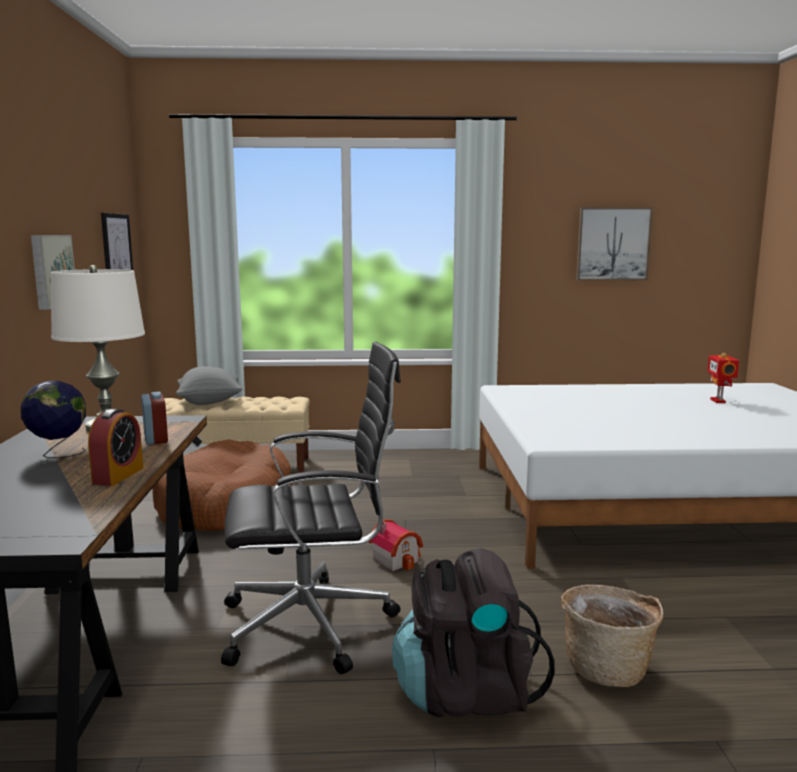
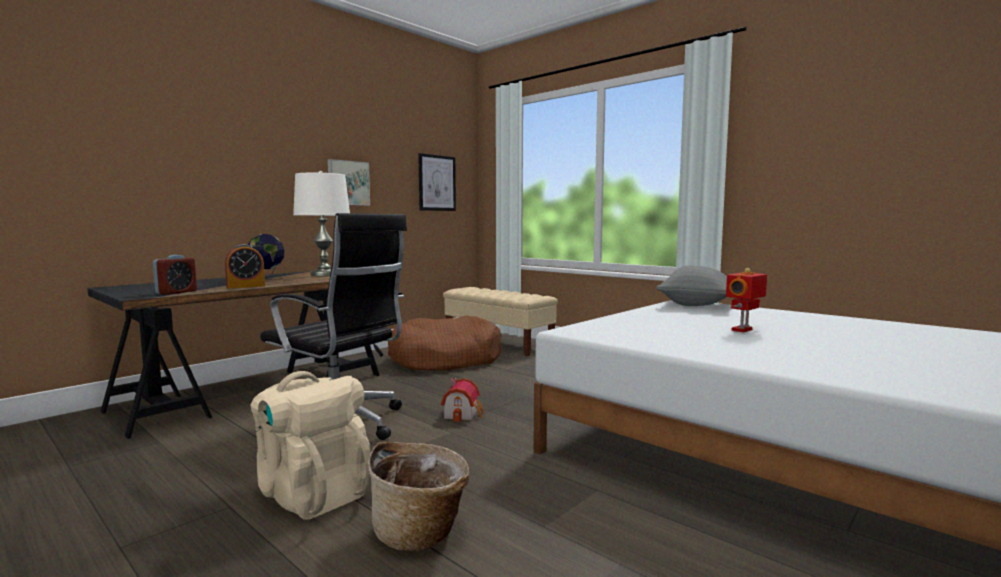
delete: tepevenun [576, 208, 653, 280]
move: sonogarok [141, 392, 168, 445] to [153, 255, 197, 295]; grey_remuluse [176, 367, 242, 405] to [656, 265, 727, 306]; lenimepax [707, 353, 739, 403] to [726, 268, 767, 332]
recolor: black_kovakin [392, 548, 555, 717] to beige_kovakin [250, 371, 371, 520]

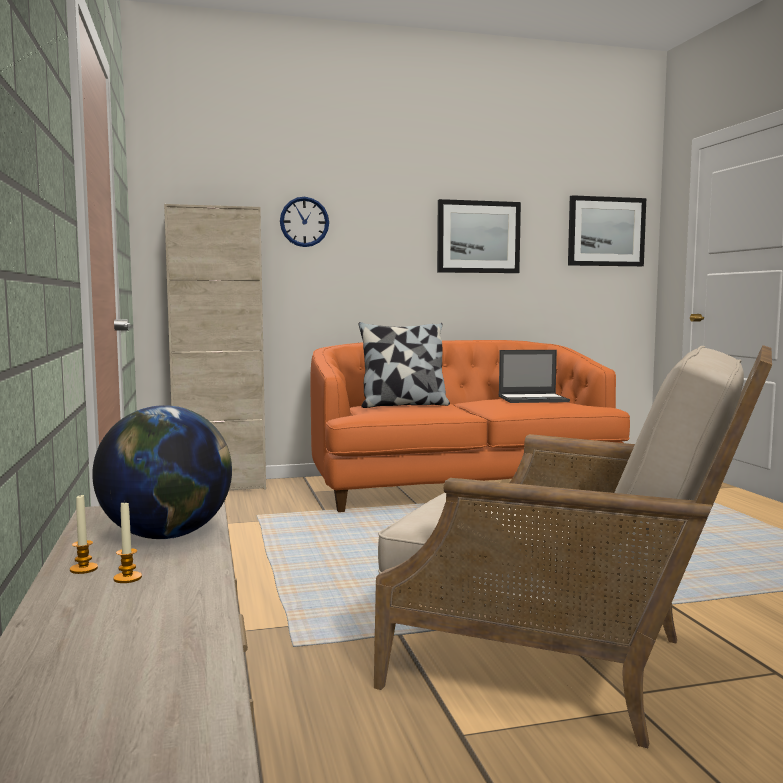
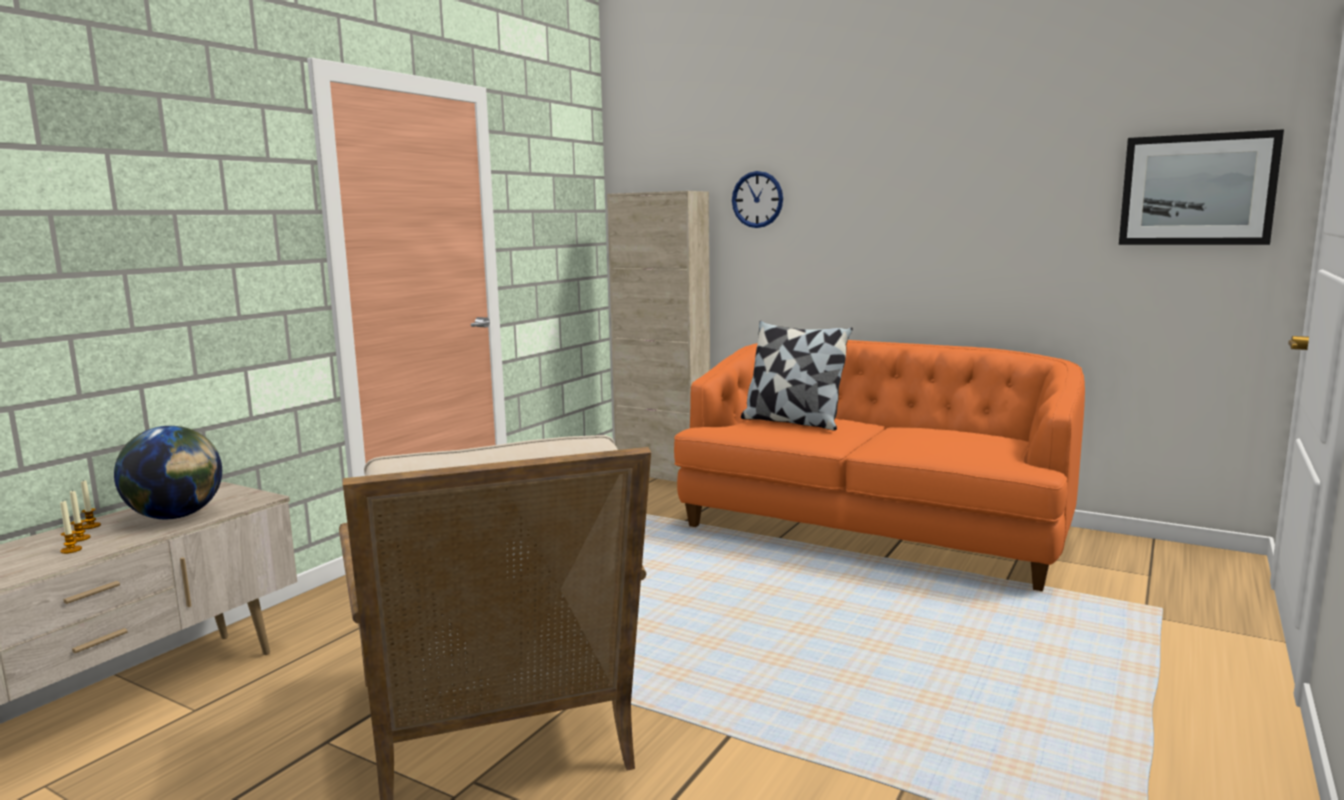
delete: tepevenun [437, 199, 521, 273]; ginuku [499, 350, 570, 403]
insert: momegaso [60, 501, 82, 554]

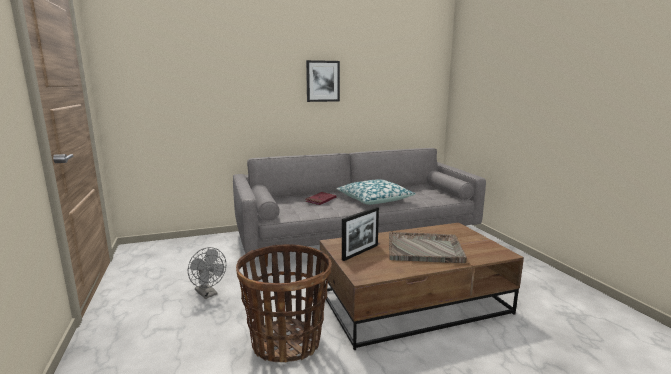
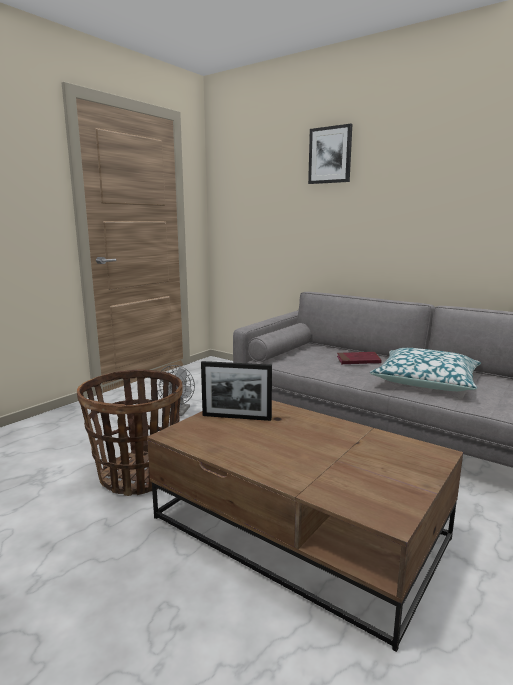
delete: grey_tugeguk [389, 232, 467, 263]
move: tepevenun [306, 60, 340, 102] to [308, 124, 352, 184]

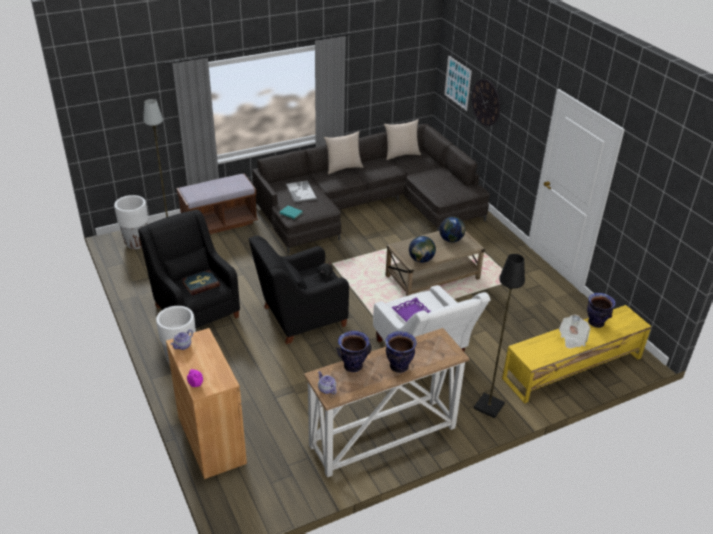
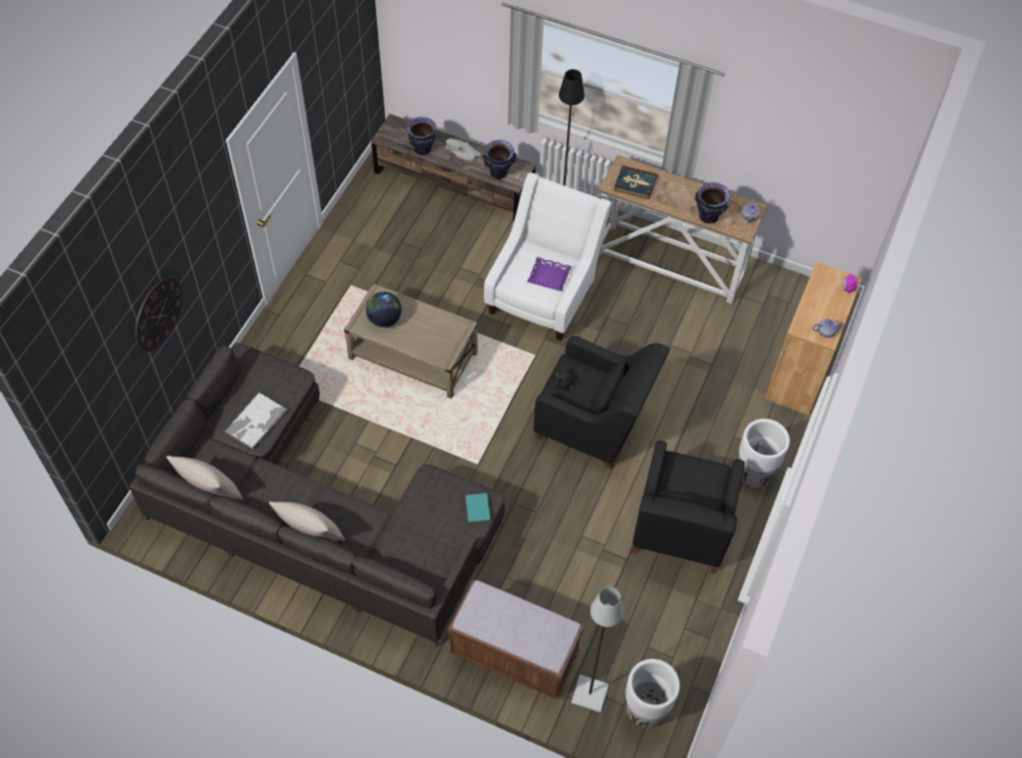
delete: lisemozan [409, 236, 436, 263]; tepevenun [444, 56, 472, 111]
move: tugeguk [286, 180, 317, 203] to [224, 392, 288, 449]; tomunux [385, 331, 417, 373] to [483, 140, 516, 179]; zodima [182, 270, 220, 295] to [614, 165, 658, 199]
recolor: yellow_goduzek [502, 305, 652, 404] to brown_goduzek [371, 114, 536, 223]

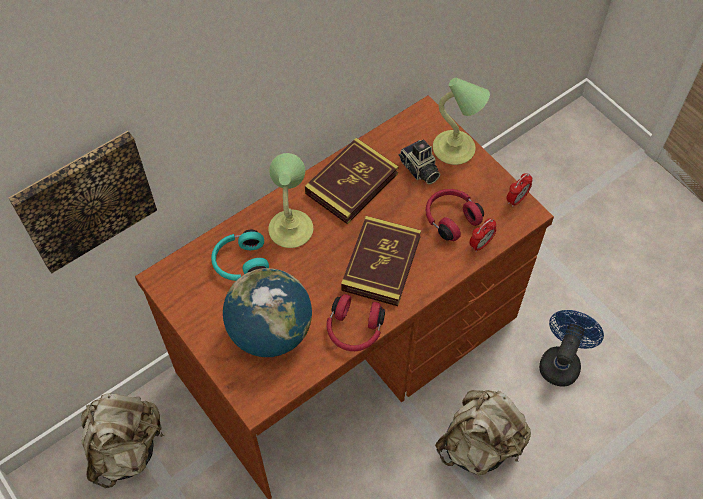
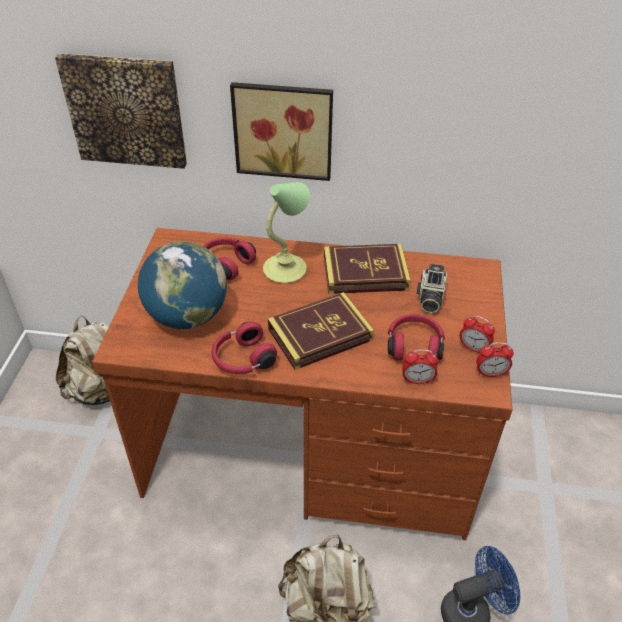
delete: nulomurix [433, 78, 490, 165]
insert: tepevenun [230, 82, 333, 181]; sonogarok [460, 316, 495, 352]
recolor: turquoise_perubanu [211, 230, 269, 281] to red_perubanu [203, 238, 256, 280]

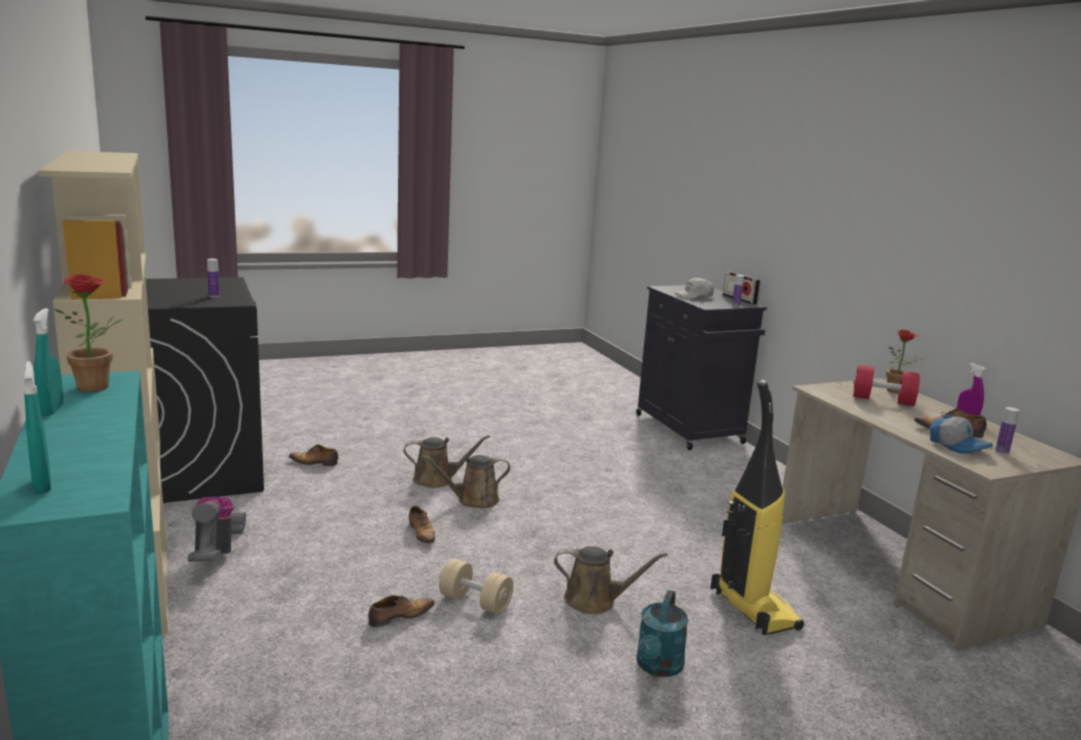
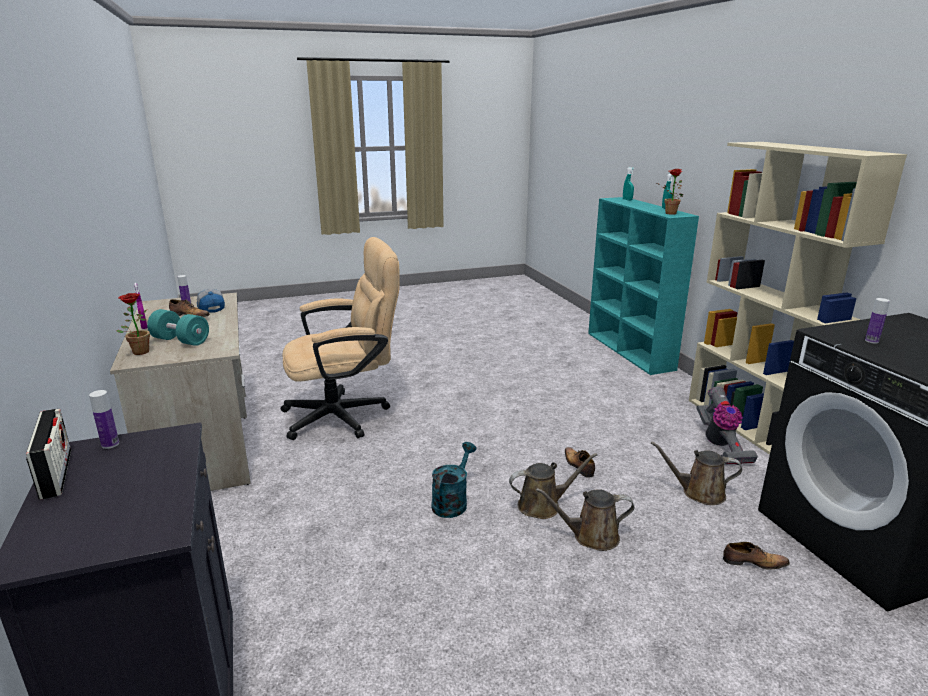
delete: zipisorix [368, 595, 435, 627]; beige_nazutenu [439, 559, 513, 615]; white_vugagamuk [675, 277, 714, 299]
move: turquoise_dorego [636, 590, 689, 677] to [431, 442, 476, 518]; brown_dorego [554, 546, 668, 615] to [651, 441, 742, 505]
replace: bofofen [710, 380, 804, 635] to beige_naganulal [281, 237, 400, 440]
recolor: red_nazutenu [853, 365, 920, 406] to turquoise_nazutenu [147, 309, 209, 346]

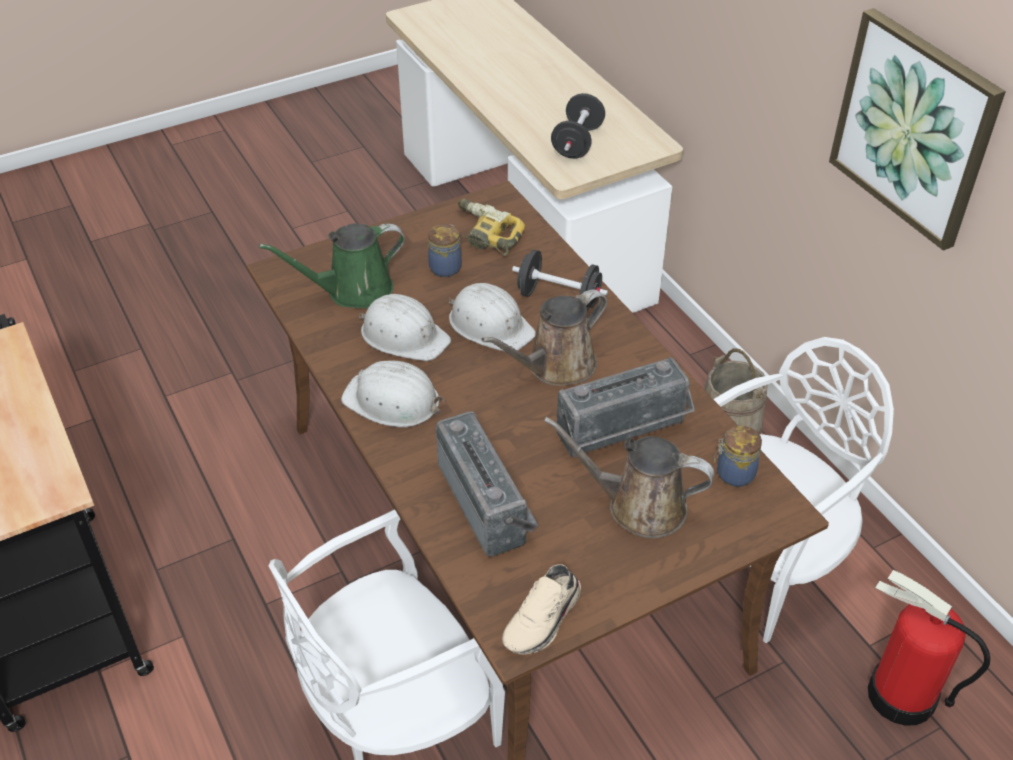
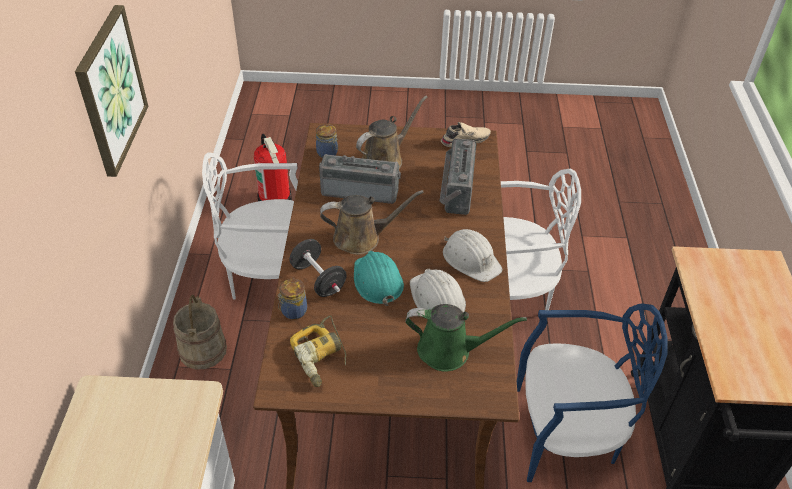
delete: black_nazutenu [551, 93, 605, 159]
insert: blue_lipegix [517, 303, 667, 482]
move: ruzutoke [428, 224, 462, 277] to [278, 279, 307, 319]
recolor: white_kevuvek [449, 283, 536, 352] to turquoise_kevuvek [354, 251, 404, 306]
rotate: brown_dorego [544, 417, 714, 538] = [356, 96, 427, 169] 90 degrees counterclockwise

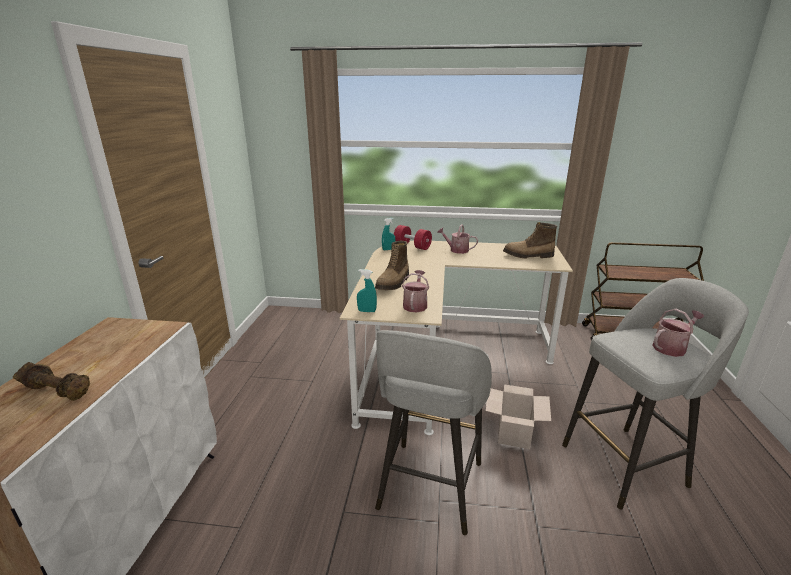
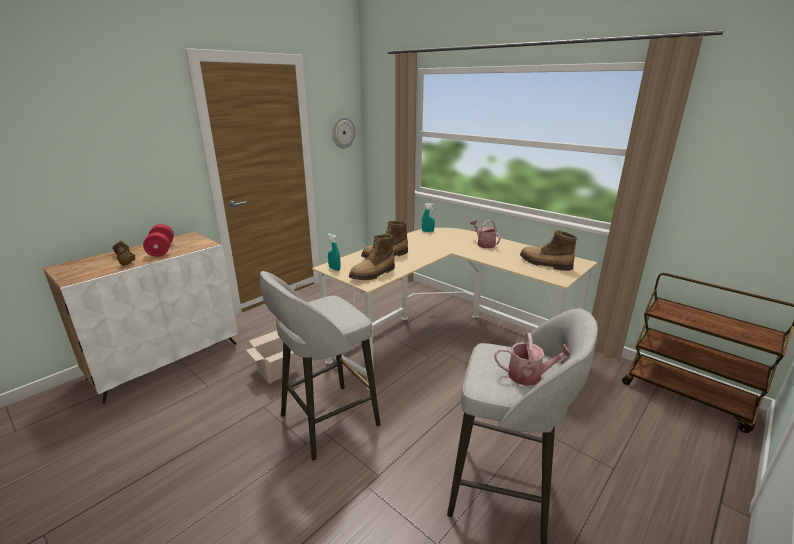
insert: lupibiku [332, 116, 356, 149]
move: red_nazutenu [394, 225, 432, 250] to [143, 224, 174, 257]; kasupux [486, 384, 551, 449] to [246, 331, 297, 383]
replace: dorego [402, 270, 429, 312] to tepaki [349, 234, 395, 280]

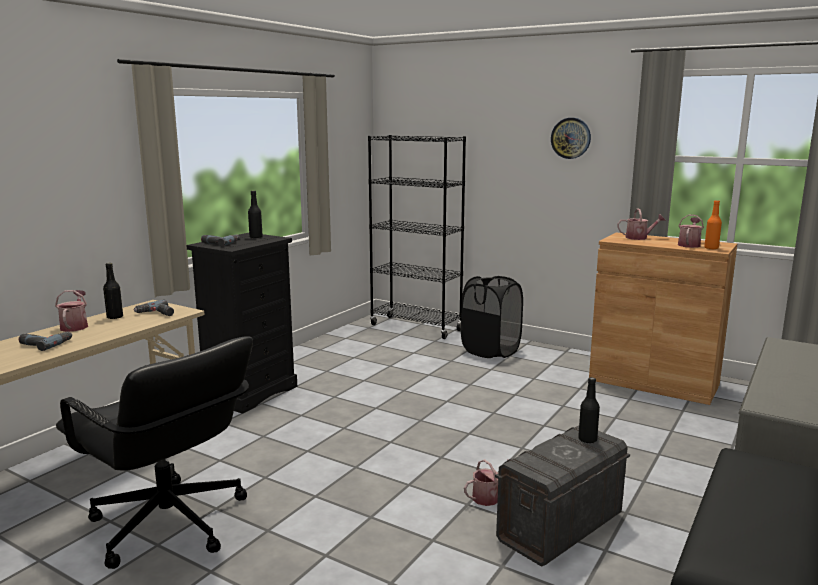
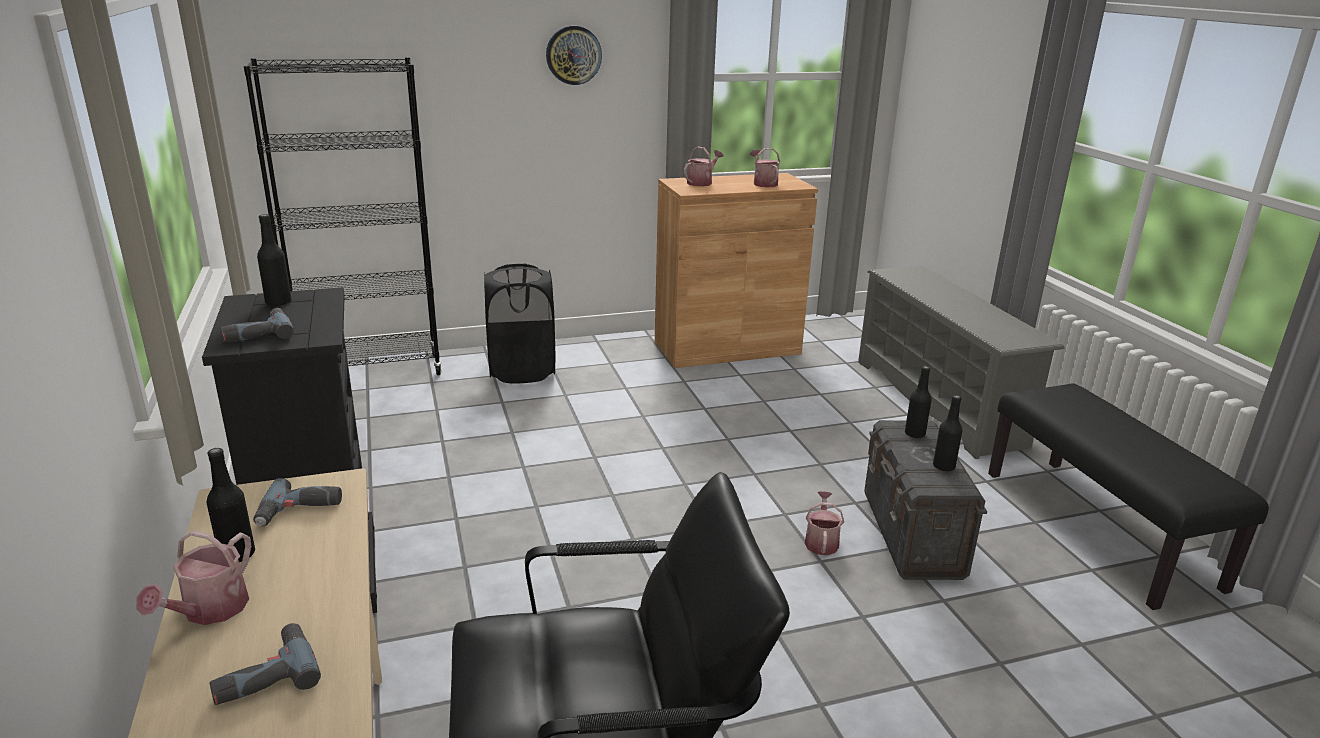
delete: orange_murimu [704, 200, 722, 249]
insert: black_murimu [933, 395, 963, 472]
rotate: dorego [55, 290, 88, 332] = [136, 531, 252, 625] 105 degrees counterclockwise

